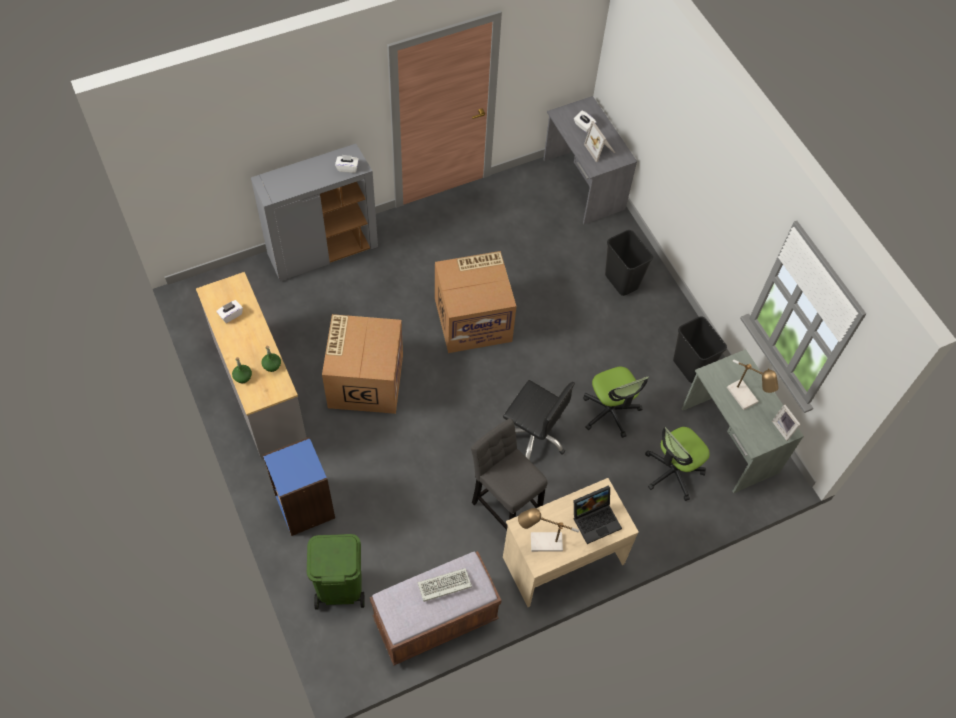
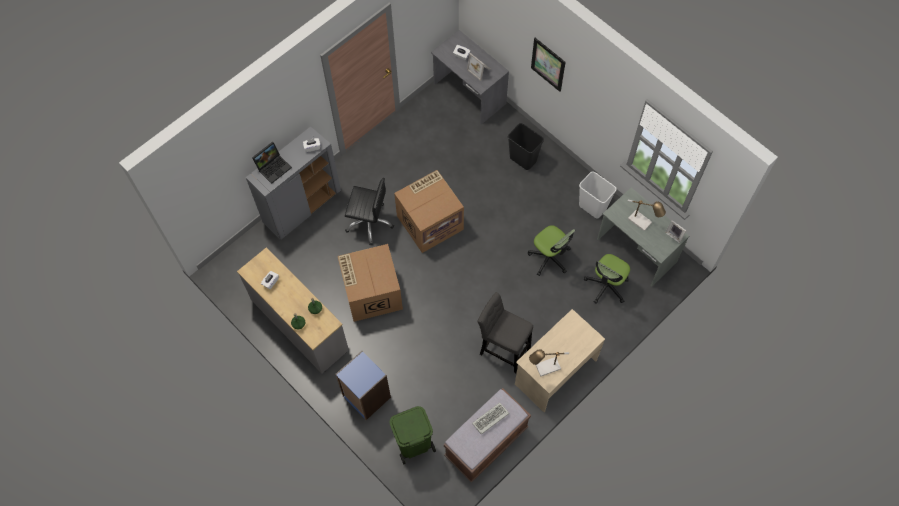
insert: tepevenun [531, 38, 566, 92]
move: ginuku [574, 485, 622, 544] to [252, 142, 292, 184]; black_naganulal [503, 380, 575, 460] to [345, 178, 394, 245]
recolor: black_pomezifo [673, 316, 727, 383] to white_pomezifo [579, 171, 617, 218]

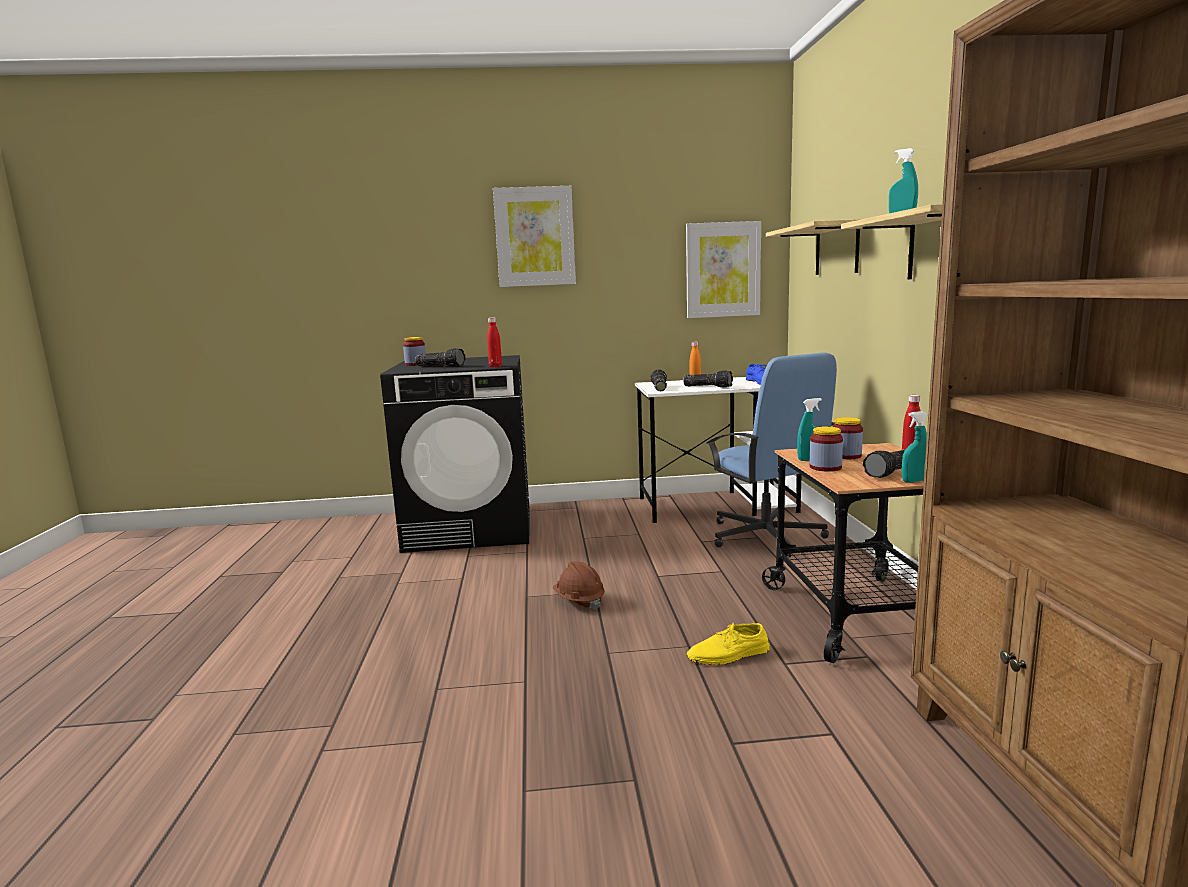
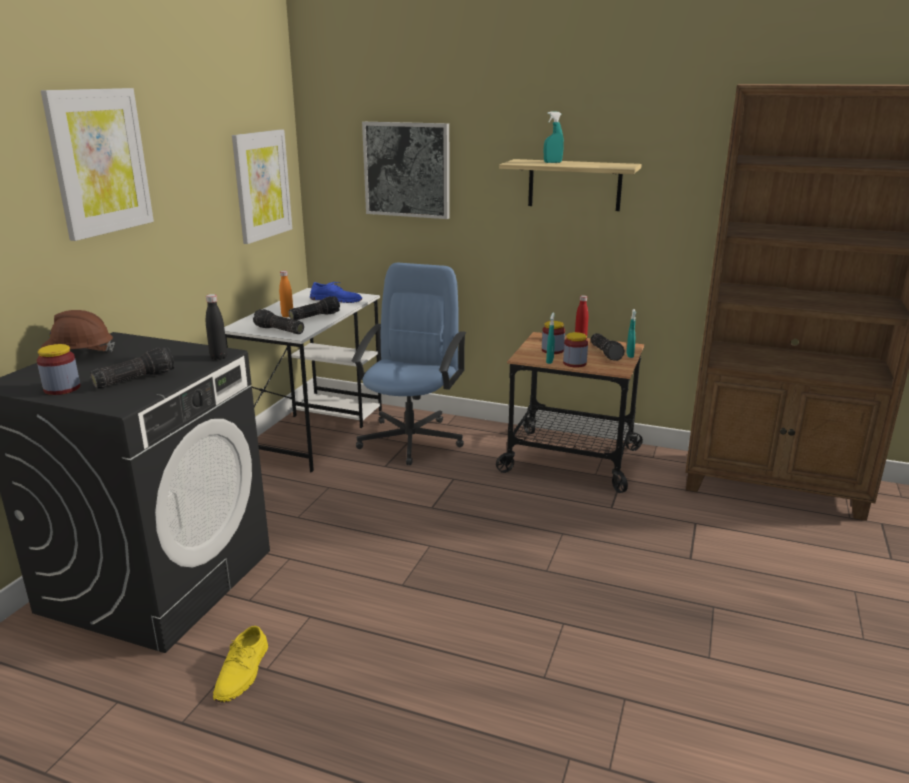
move: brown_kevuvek [553, 561, 605, 610] to [41, 310, 115, 352]; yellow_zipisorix [687, 623, 770, 665] to [213, 626, 268, 702]
replace: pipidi [766, 219, 861, 275] to tepevenun [362, 122, 450, 219]
recolor: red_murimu [487, 317, 502, 367] to black_murimu [206, 294, 227, 360]
rotate: blue_naganulal [706, 353, 837, 558] = [352, 263, 467, 465] 75 degrees counterclockwise

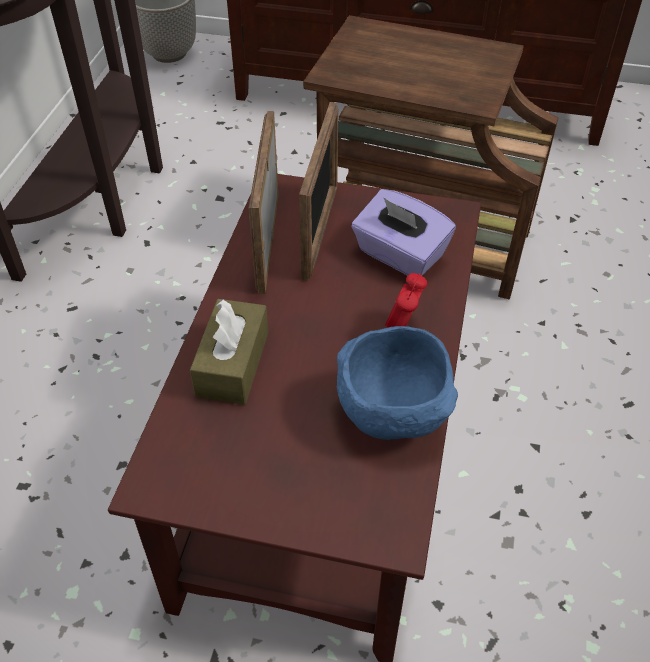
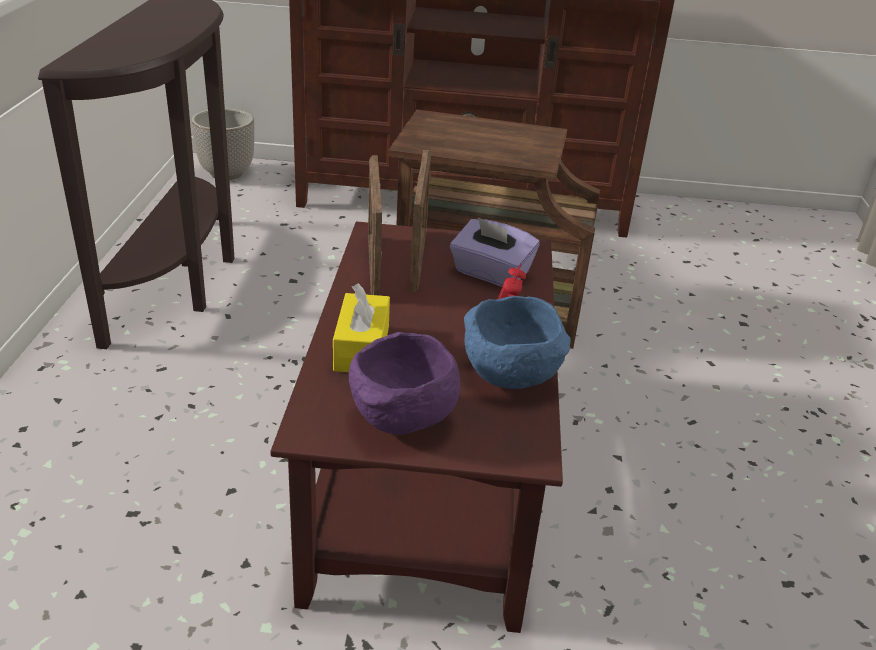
insert: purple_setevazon [349, 332, 460, 435]
recolor: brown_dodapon [190, 299, 268, 405] to yellow_dodapon [333, 283, 390, 372]

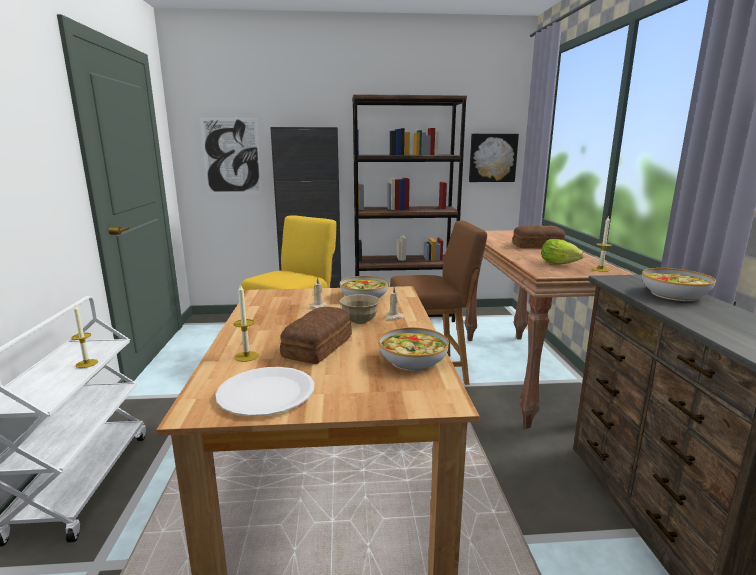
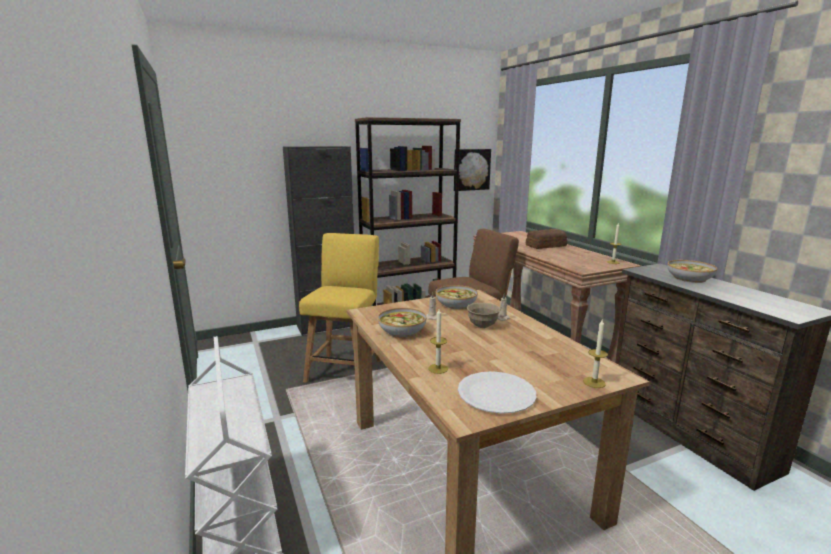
delete: tepevenun [200, 118, 262, 193]; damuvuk [280, 307, 352, 364]; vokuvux [541, 239, 584, 265]
move: setevazon [379, 327, 449, 371] to [378, 308, 427, 337]; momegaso [72, 305, 98, 368] to [583, 318, 608, 388]

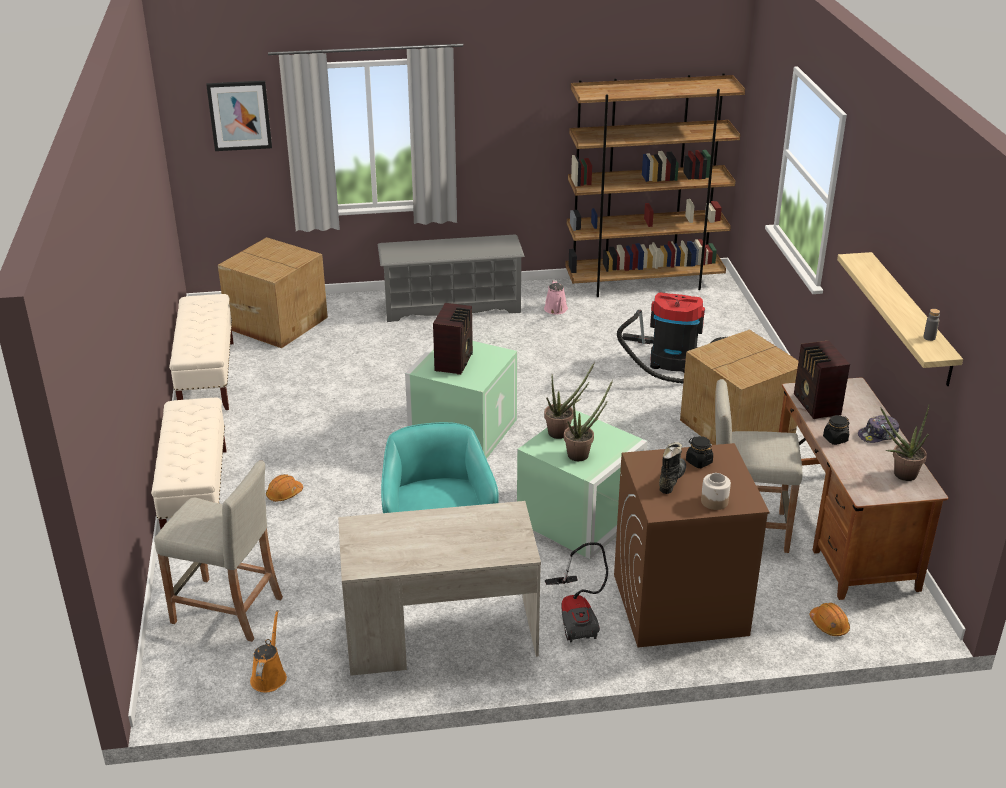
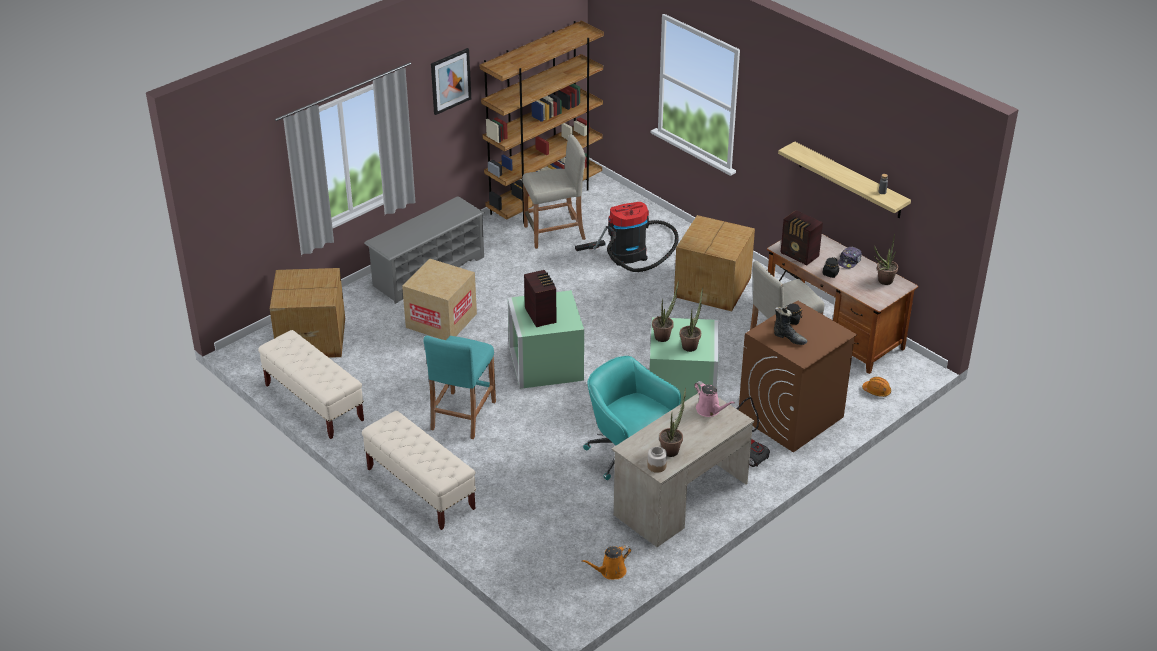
delete: orange_kevuvek [266, 474, 303, 502]
insert: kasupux [402, 259, 477, 340]; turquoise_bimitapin [423, 336, 496, 439]; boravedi [659, 388, 686, 457]
move: tepevenun [206, 81, 272, 151] to [431, 48, 471, 115]; beige_bimitapin [154, 461, 283, 642] to [522, 134, 586, 249]; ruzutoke [701, 473, 731, 510] to [647, 447, 667, 473]; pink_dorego [544, 280, 568, 314] to [695, 381, 735, 417]
rotate: orange_dorego [250, 610, 287, 693] = [581, 545, 631, 579] 90 degrees counterclockwise; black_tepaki [659, 442, 686, 494] = [774, 307, 808, 345] 135 degrees clockwise

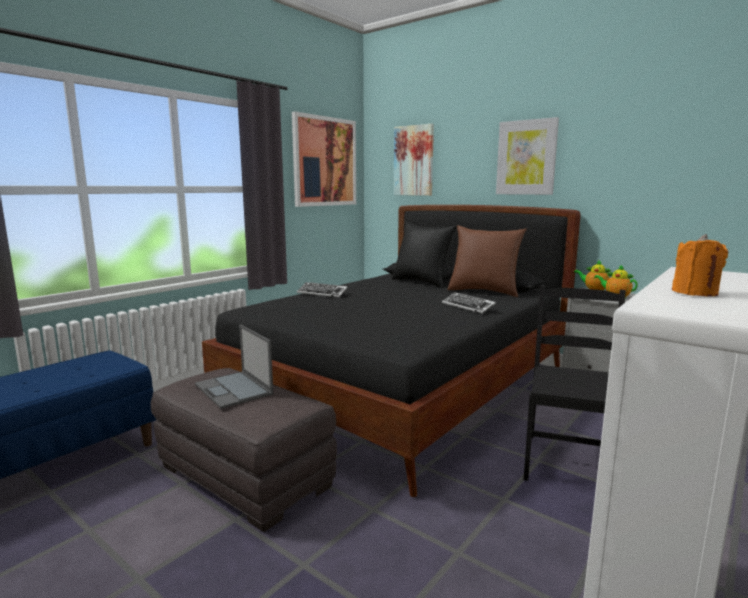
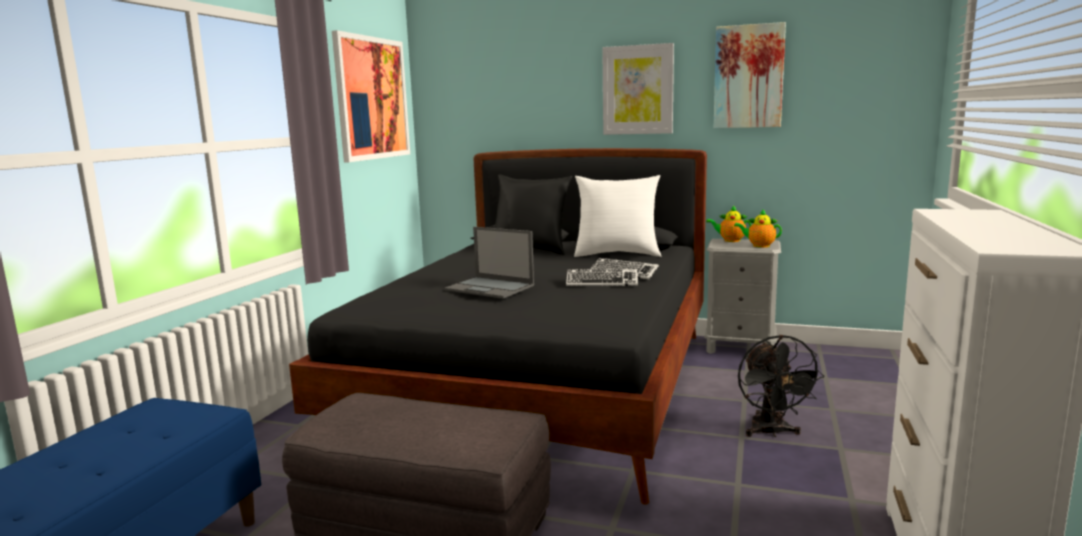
delete: orange_momegaso [672, 234, 728, 296]
move: ginuku [195, 324, 273, 409] to [444, 227, 534, 299]; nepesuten [297, 282, 348, 297] to [566, 269, 638, 286]; tepevenun [394, 123, 434, 196] to [714, 22, 786, 128]
replace: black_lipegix [524, 285, 626, 481] to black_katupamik [738, 335, 825, 437]
recolor: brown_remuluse [447, 225, 527, 297] to white_remuluse [574, 175, 661, 257]

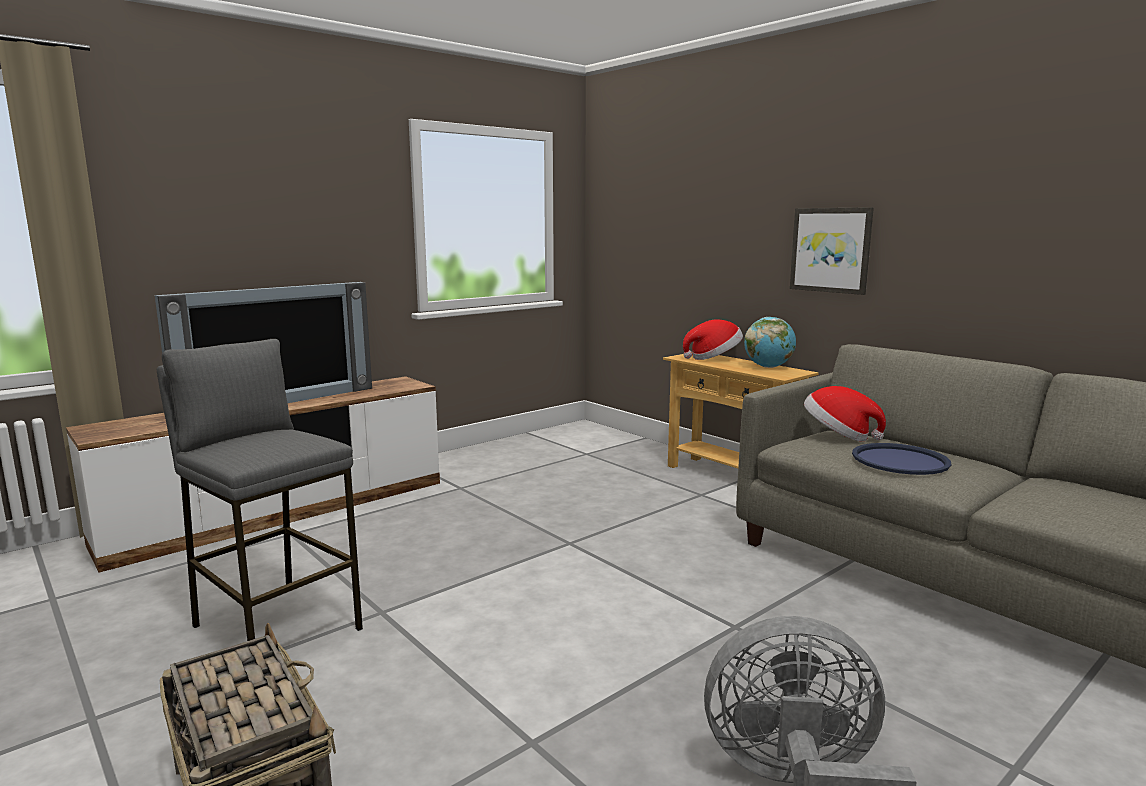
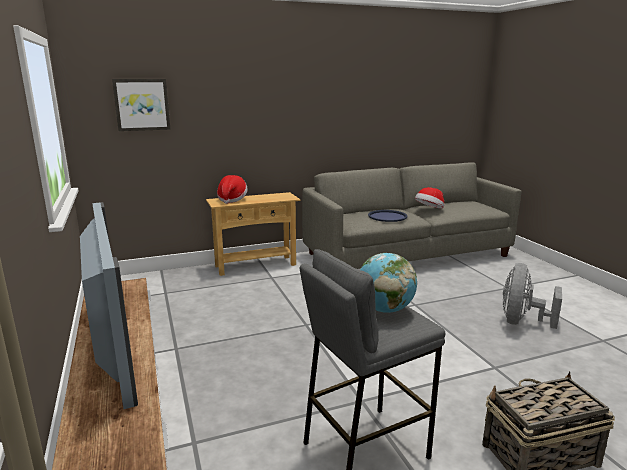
move: tepevenun [790, 207, 874, 295] to [112, 79, 170, 131]; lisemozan [744, 317, 796, 368] to [360, 253, 417, 313]; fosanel [804, 386, 886, 441] to [415, 187, 444, 209]

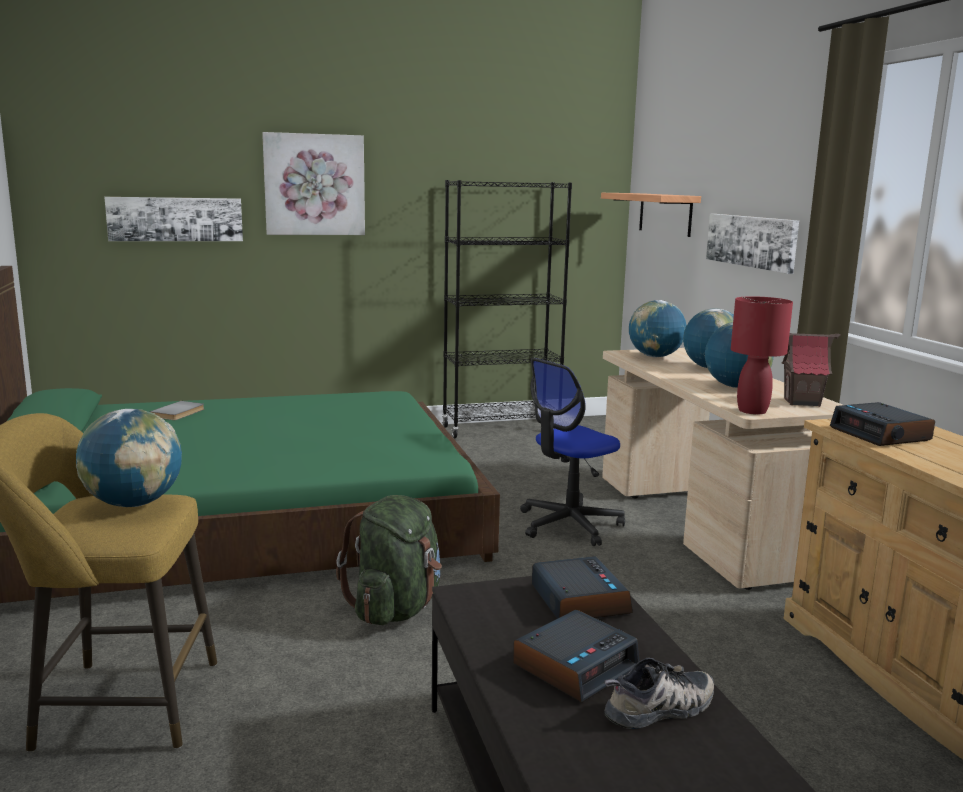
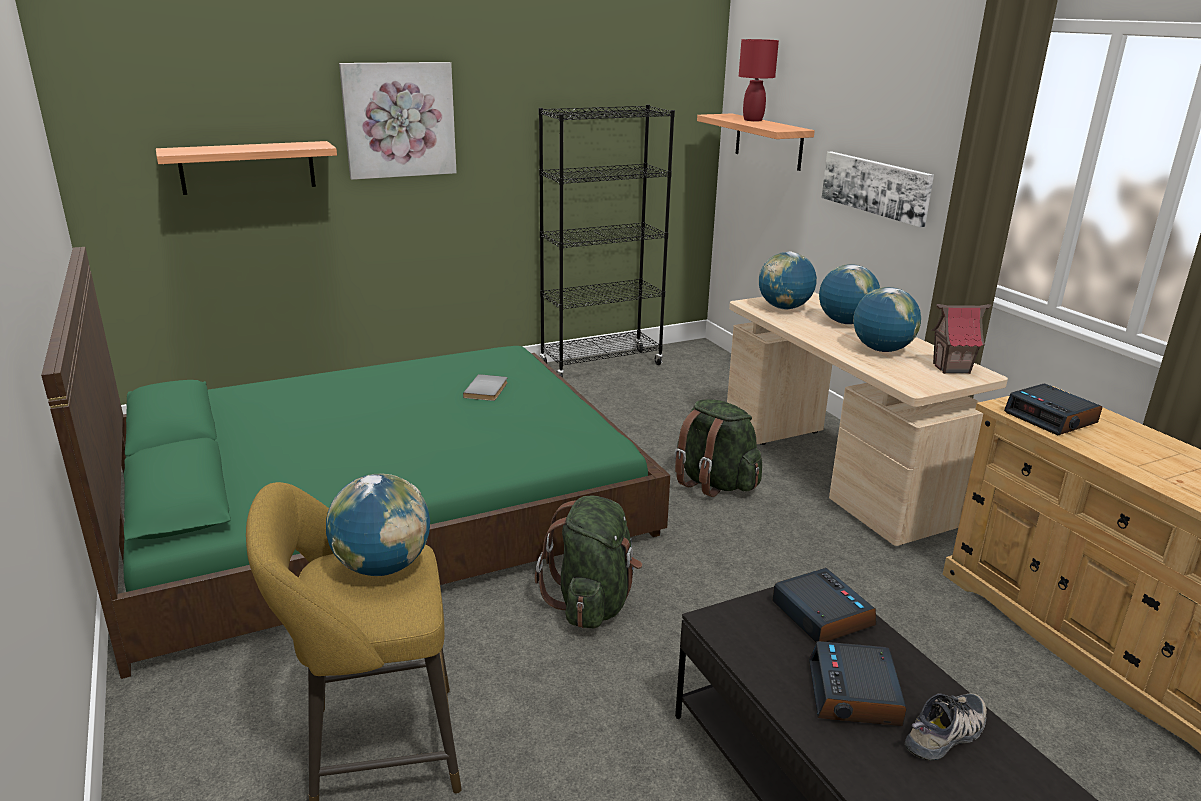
move: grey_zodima [150, 401, 205, 420] to [463, 374, 508, 401]; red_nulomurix [731, 296, 793, 415] to [739, 39, 779, 122]
replace: tepevenun [104, 197, 243, 241] to pipidi [156, 141, 337, 195]; naganulal [520, 358, 625, 546] to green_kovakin [674, 399, 762, 497]
rotate: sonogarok [513, 610, 640, 702] = [809, 641, 906, 726] 150 degrees clockwise

